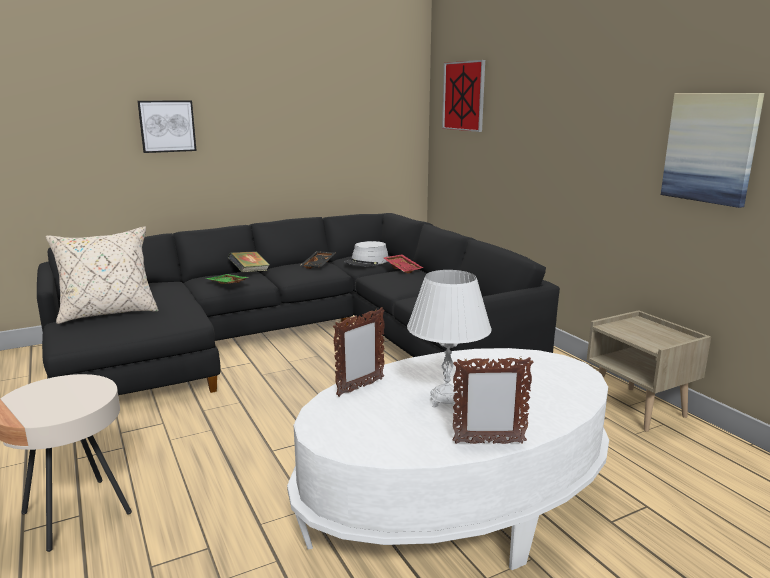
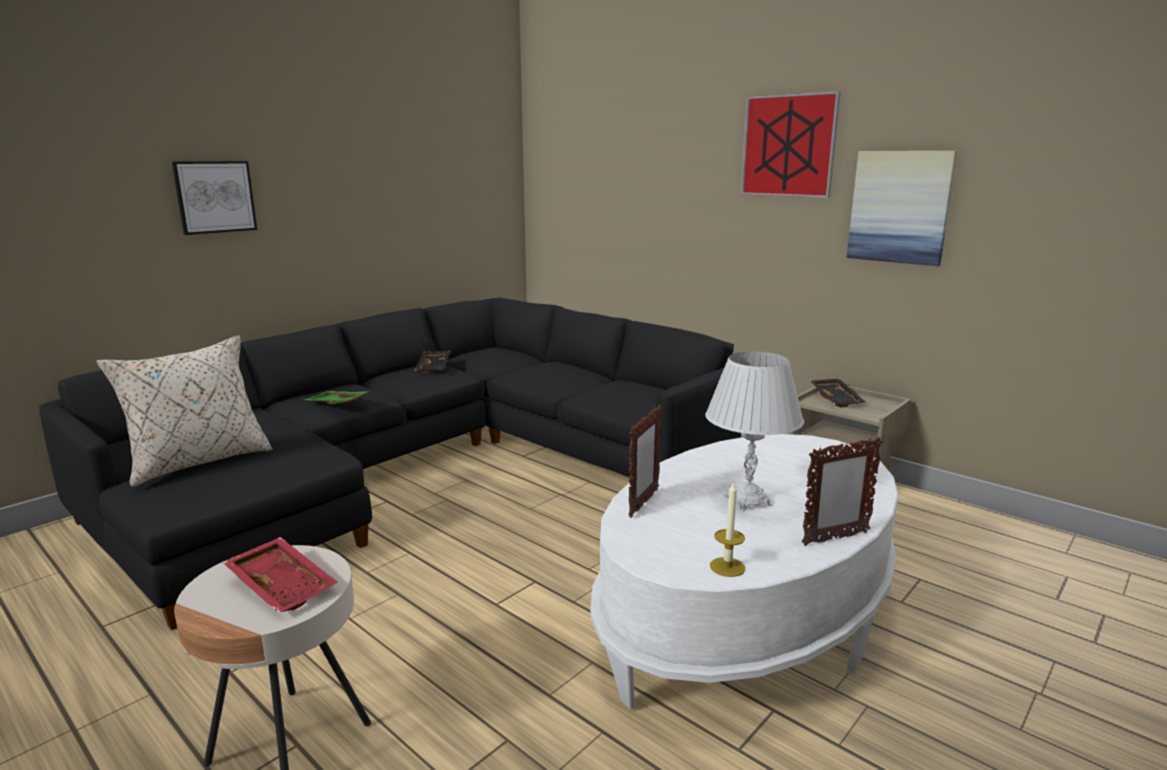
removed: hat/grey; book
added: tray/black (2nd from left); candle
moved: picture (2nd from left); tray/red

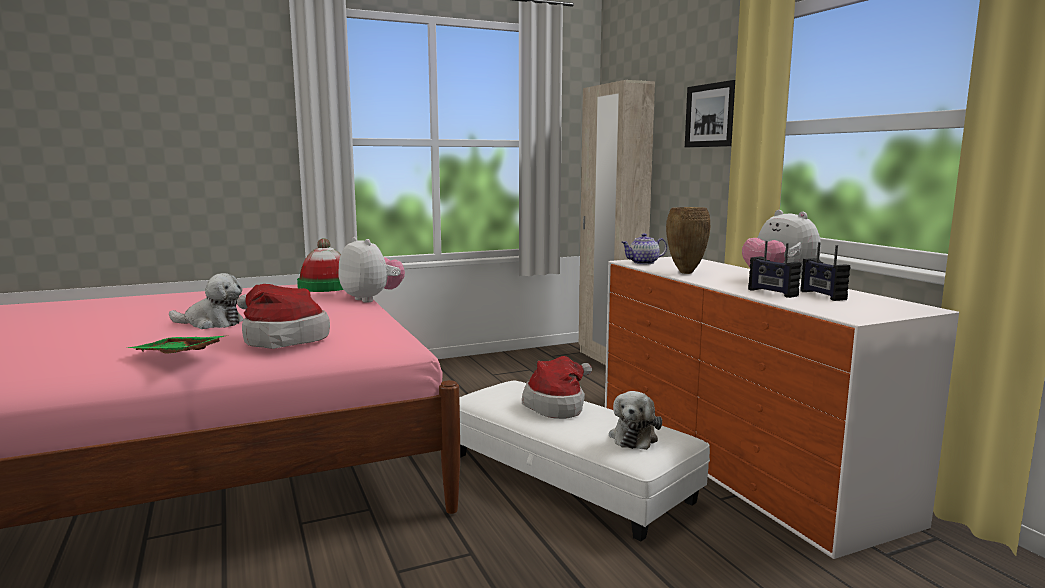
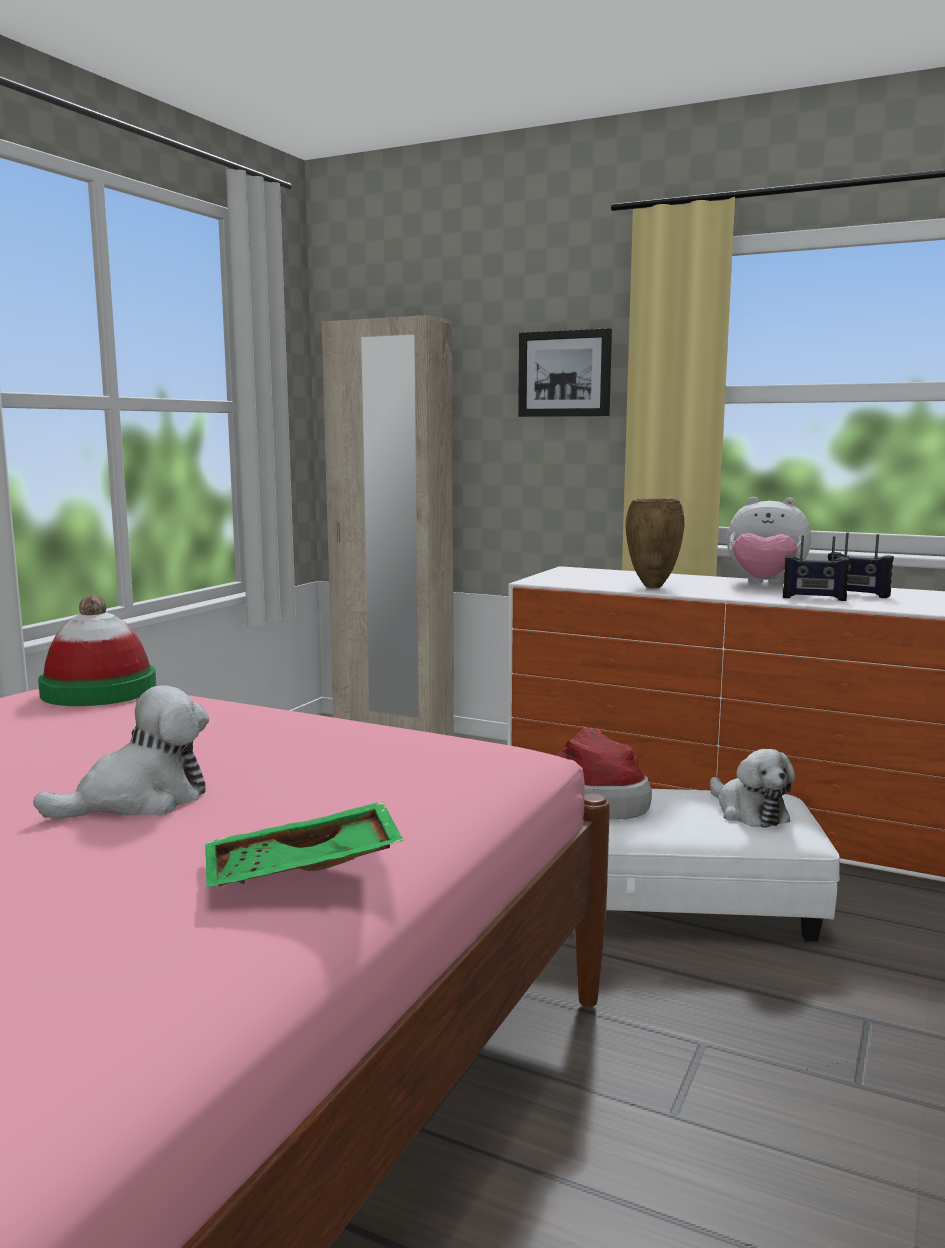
removed: teapot; plush toy (2nd from left); hat (1st from left)

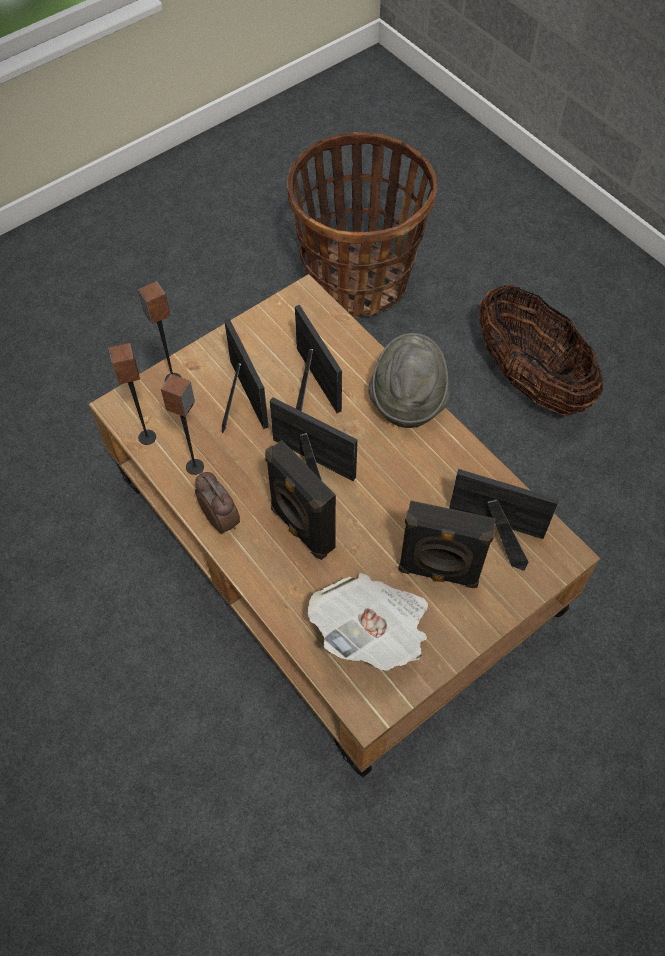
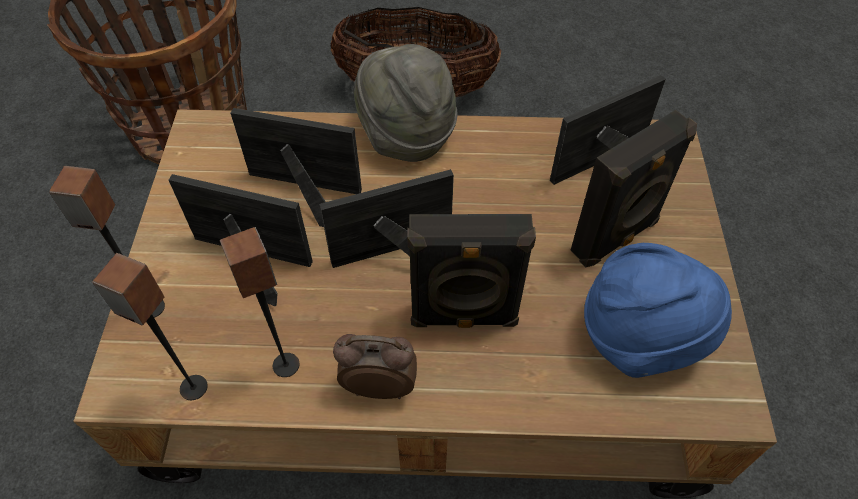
replaced: newspaper to hat/blue

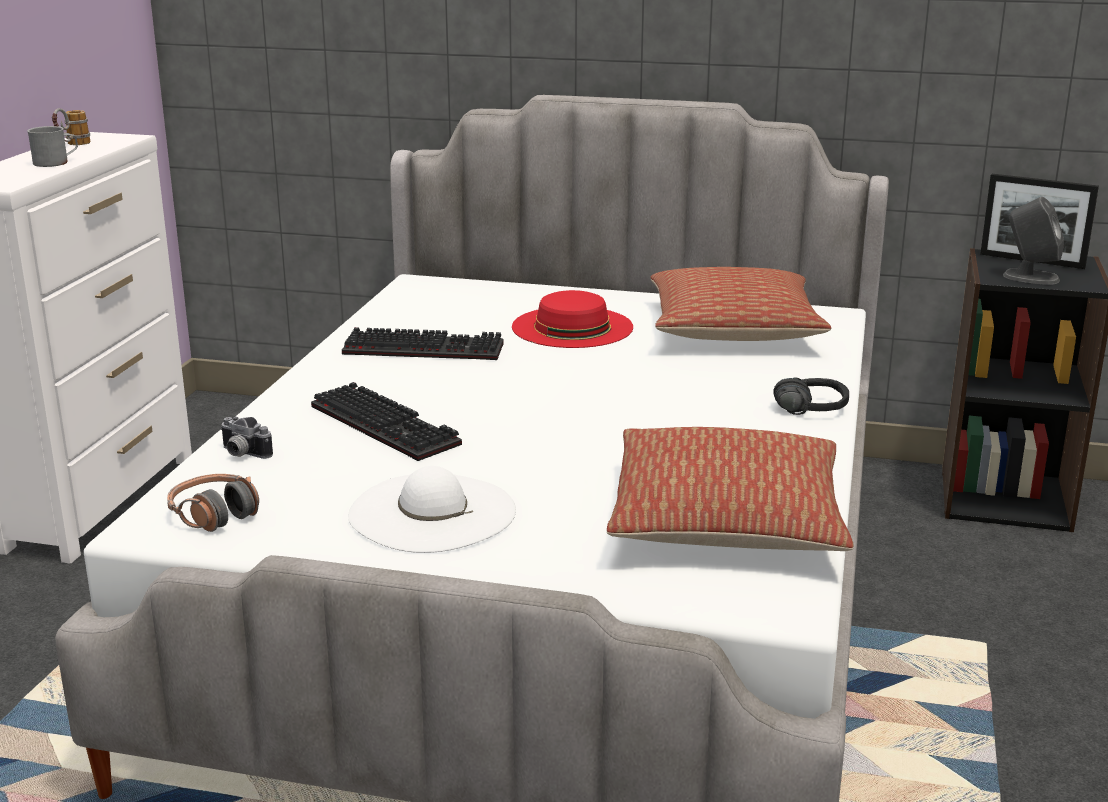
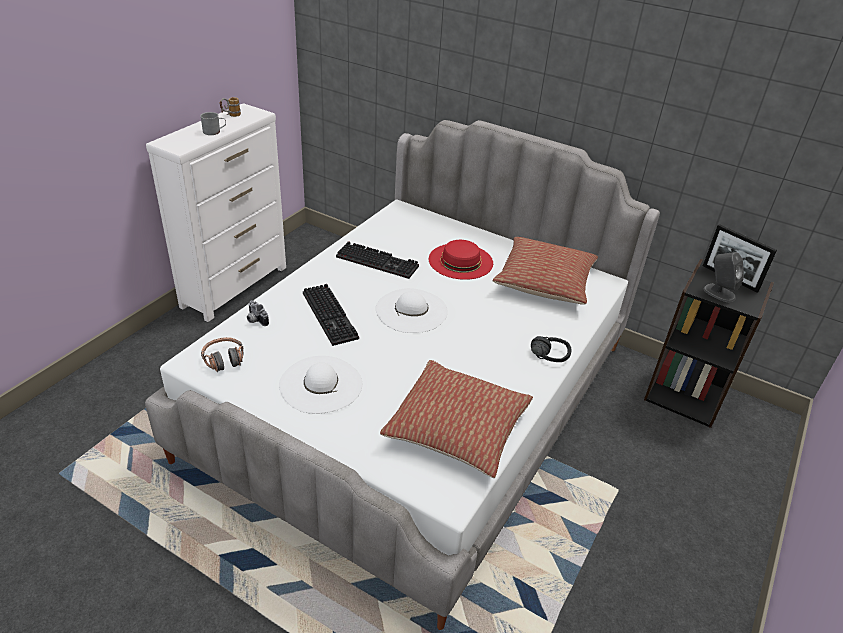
added: hat/white (2nd from left)

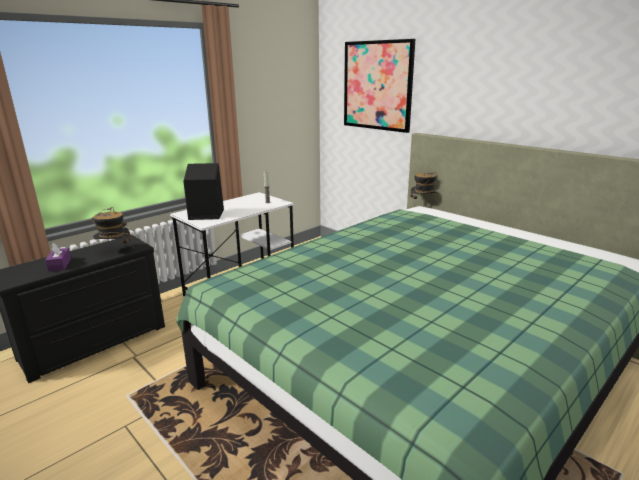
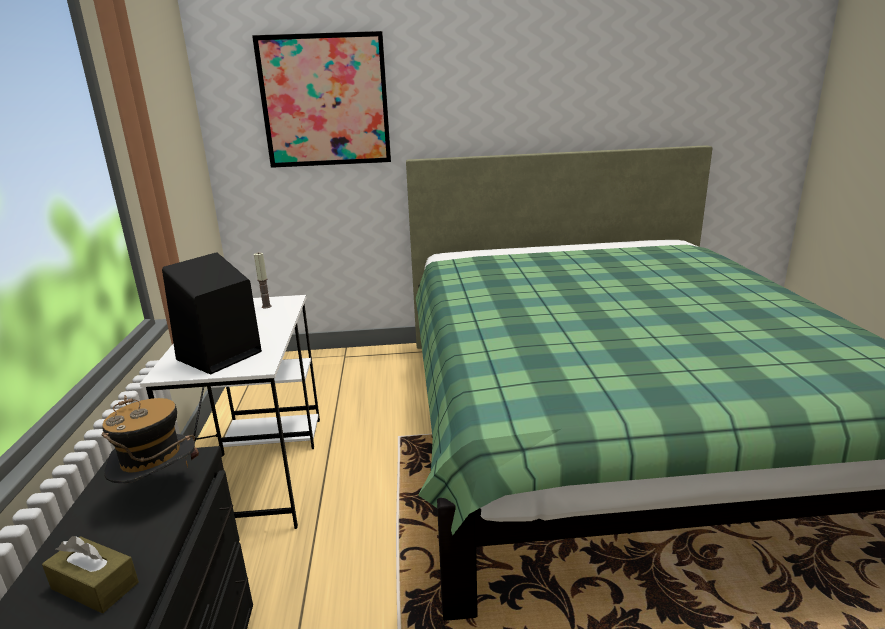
removed: hat (2nd from left)
recoloured: tissue box/purple to tissue box/brown

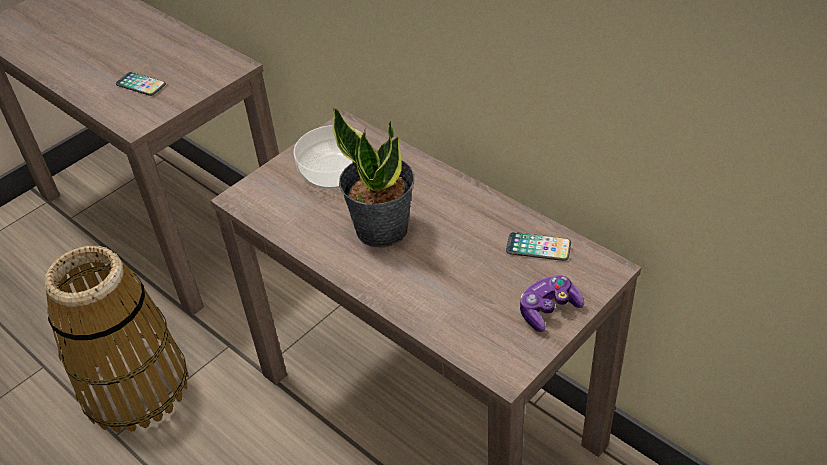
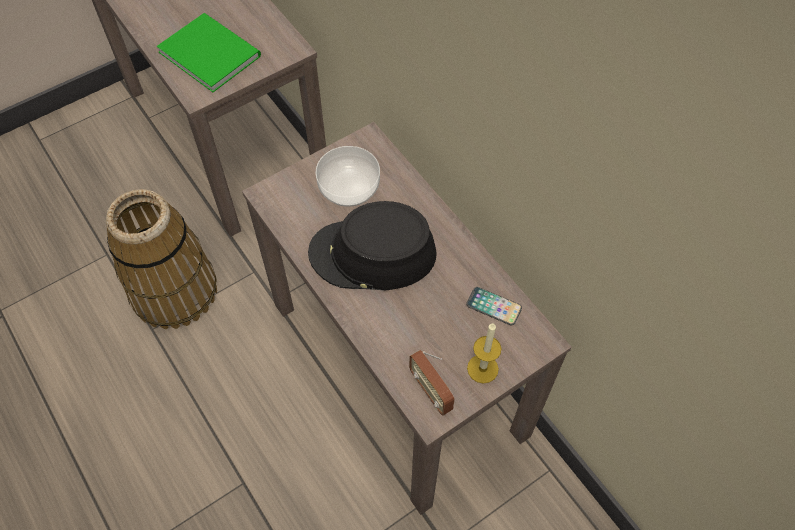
added: radio
replaced: phone (1st from left) to book/green; potted plant to hat/black; game controller to candle

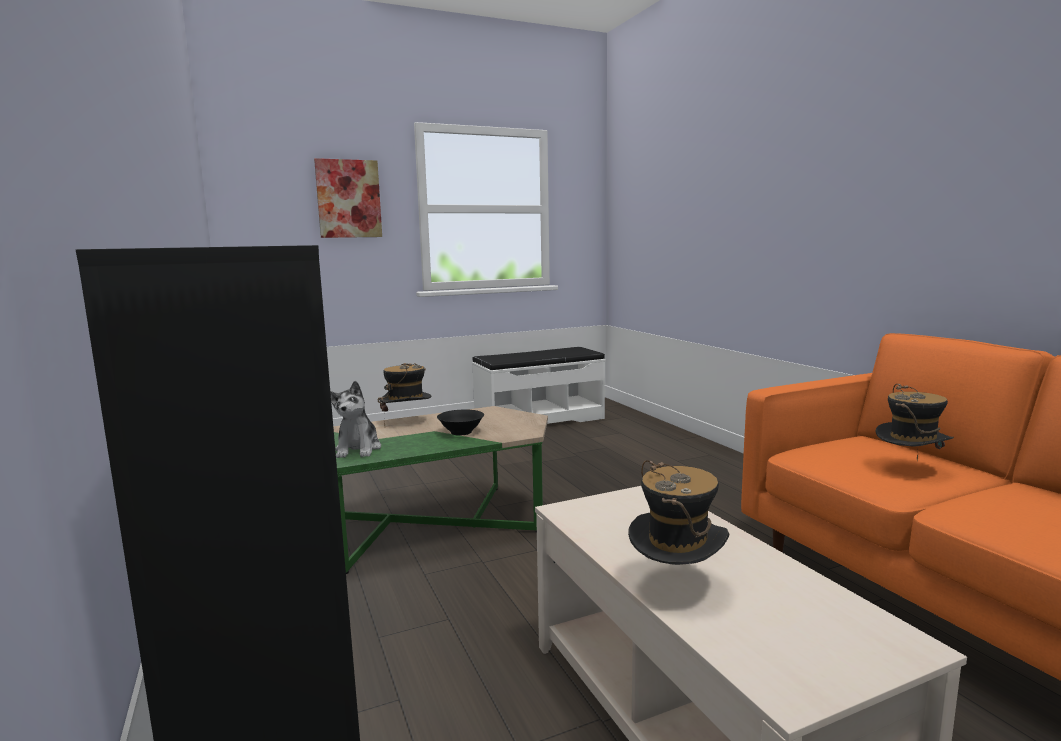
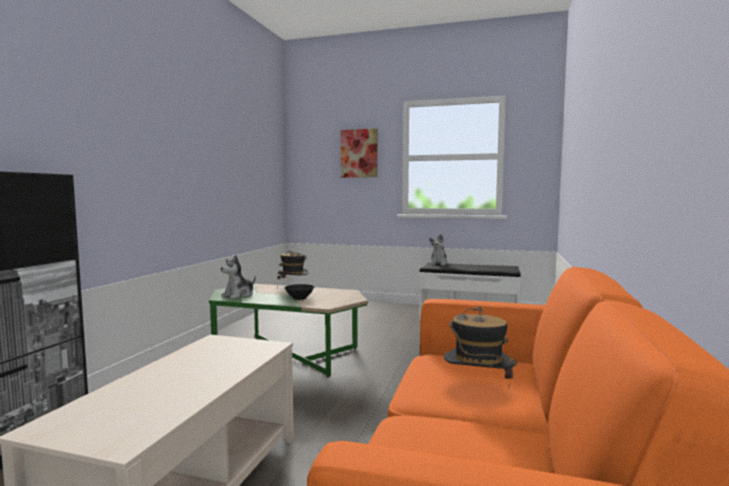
removed: hat (2nd from left)
added: plush toy (2nd from left)

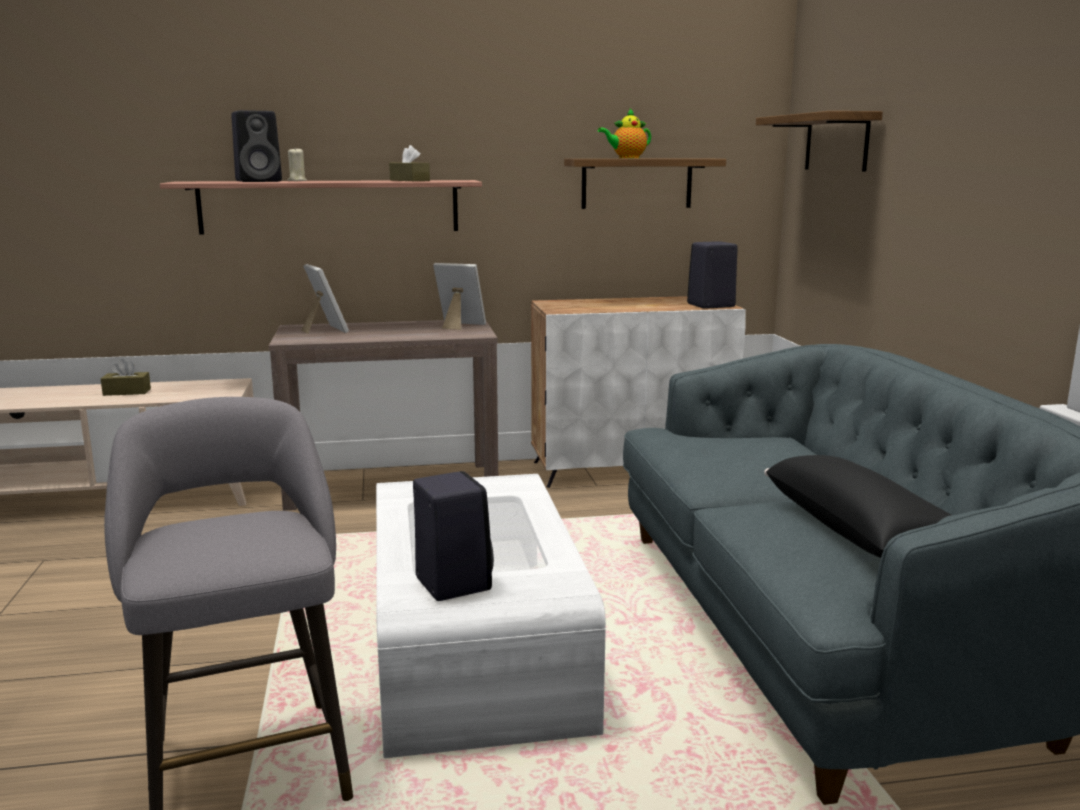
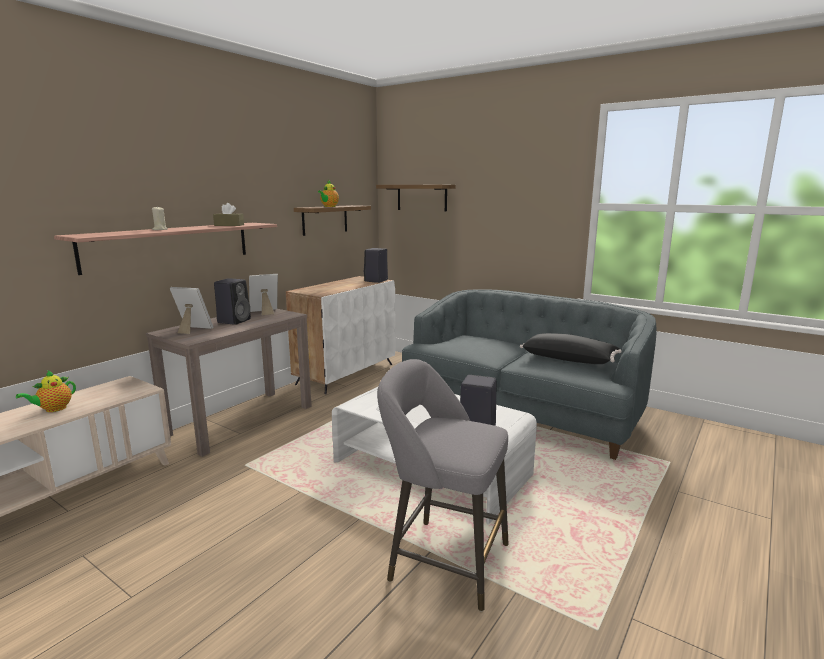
moved: speaker/black (1st from left)
replaced: tissue box/brown (1st from left) to teapot (1st from left)

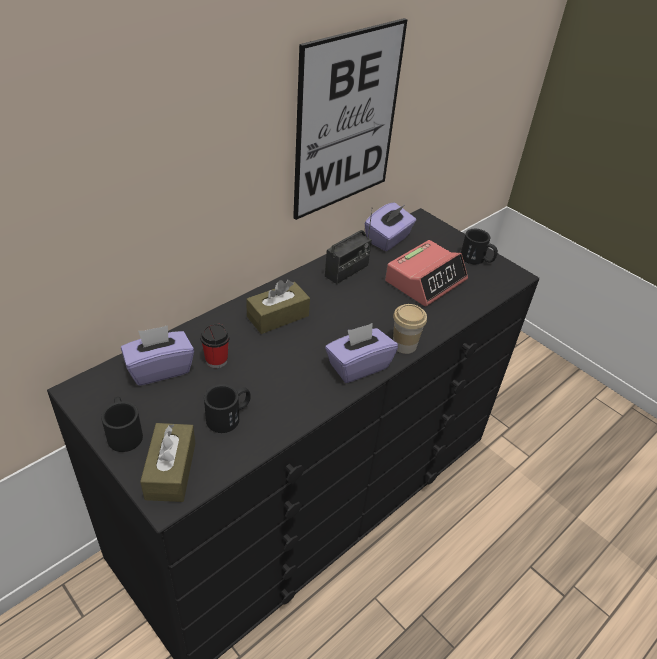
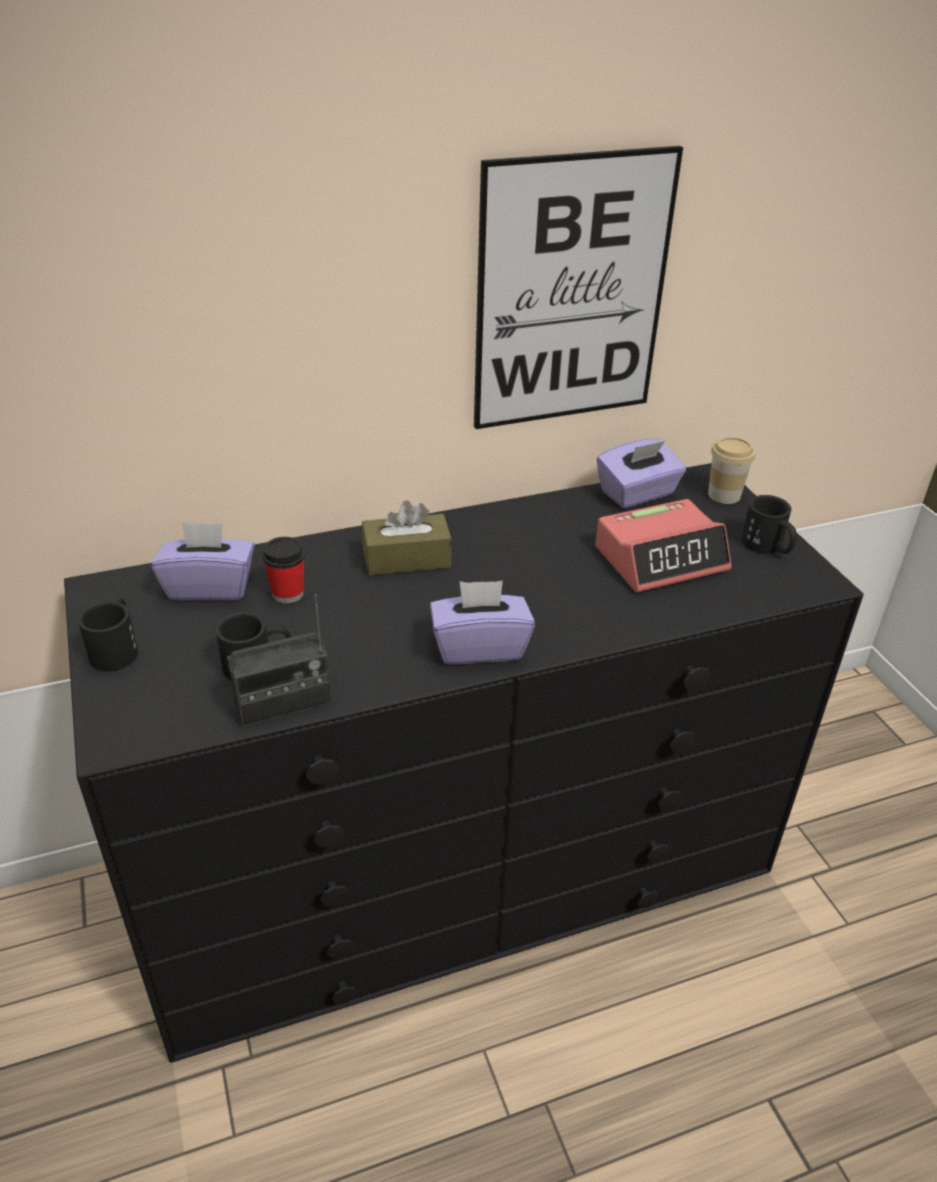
removed: tissue box/brown (1st from left)
moved: radio; cup (2nd from left)

